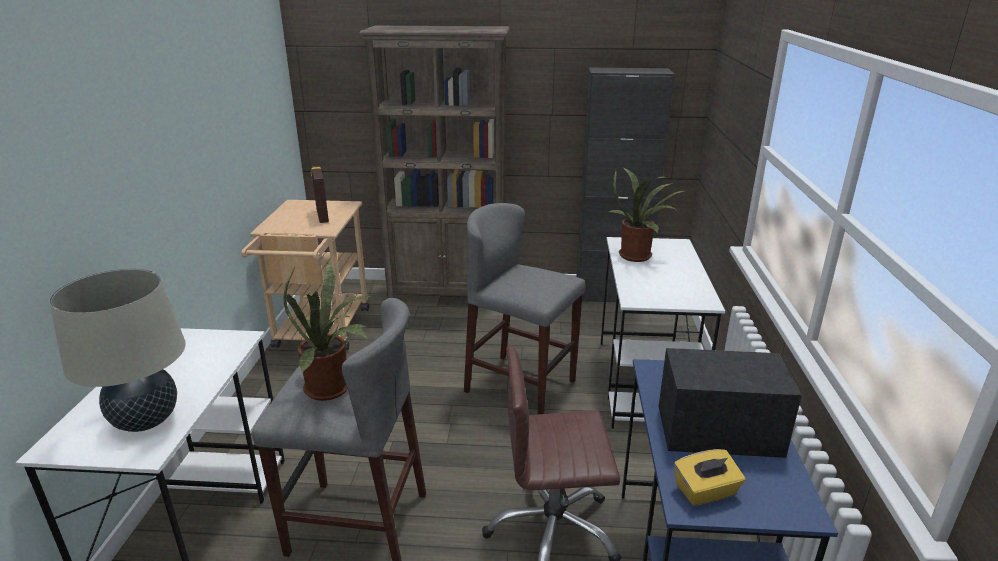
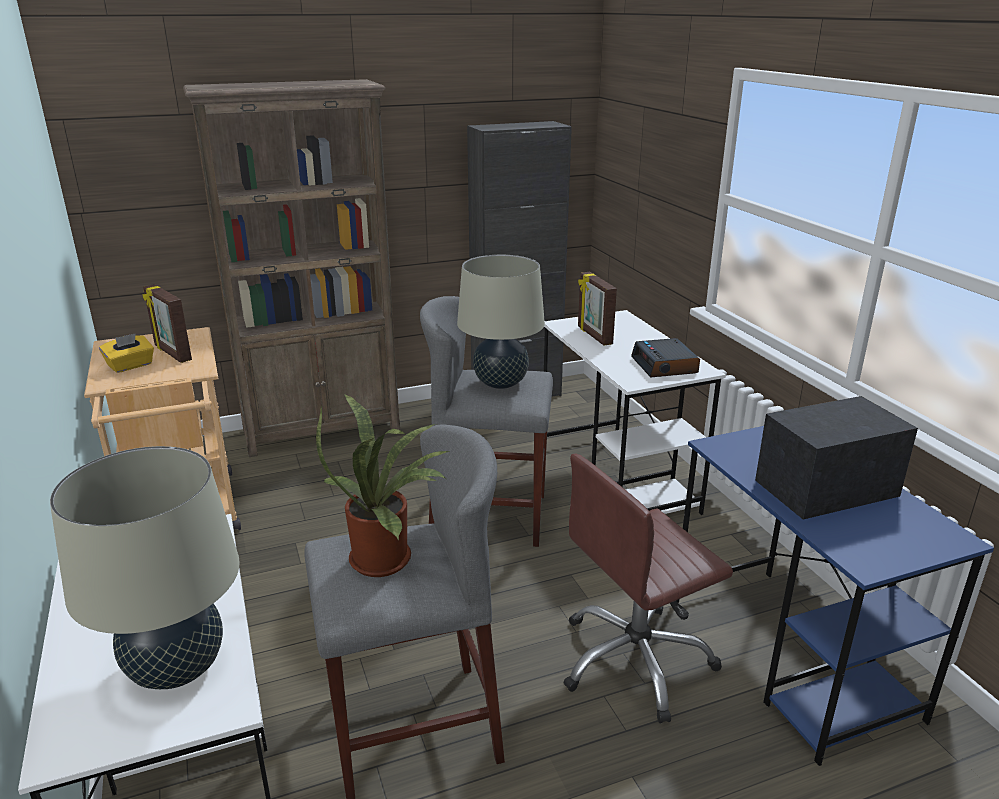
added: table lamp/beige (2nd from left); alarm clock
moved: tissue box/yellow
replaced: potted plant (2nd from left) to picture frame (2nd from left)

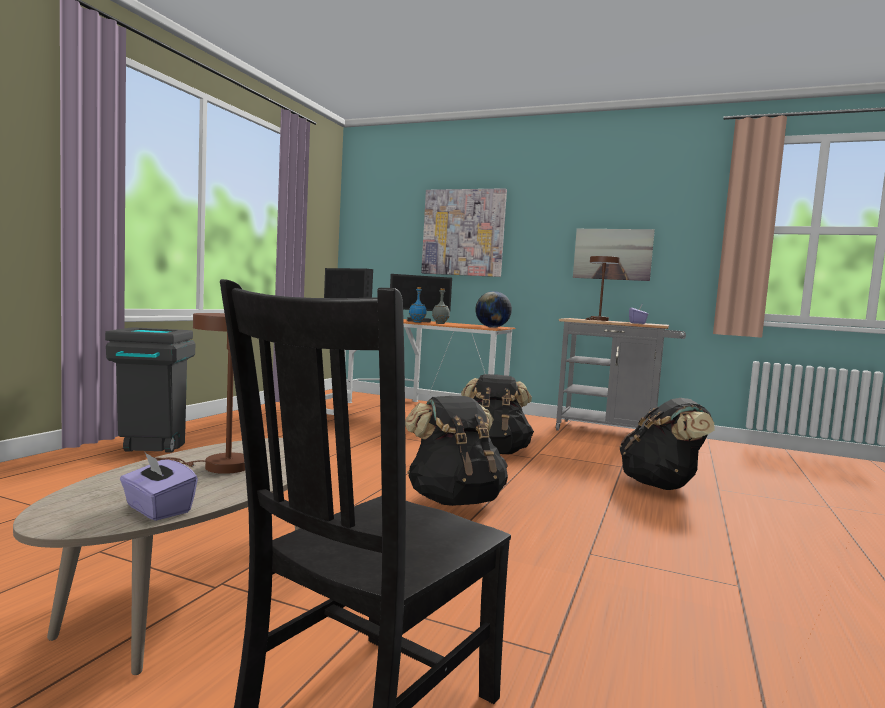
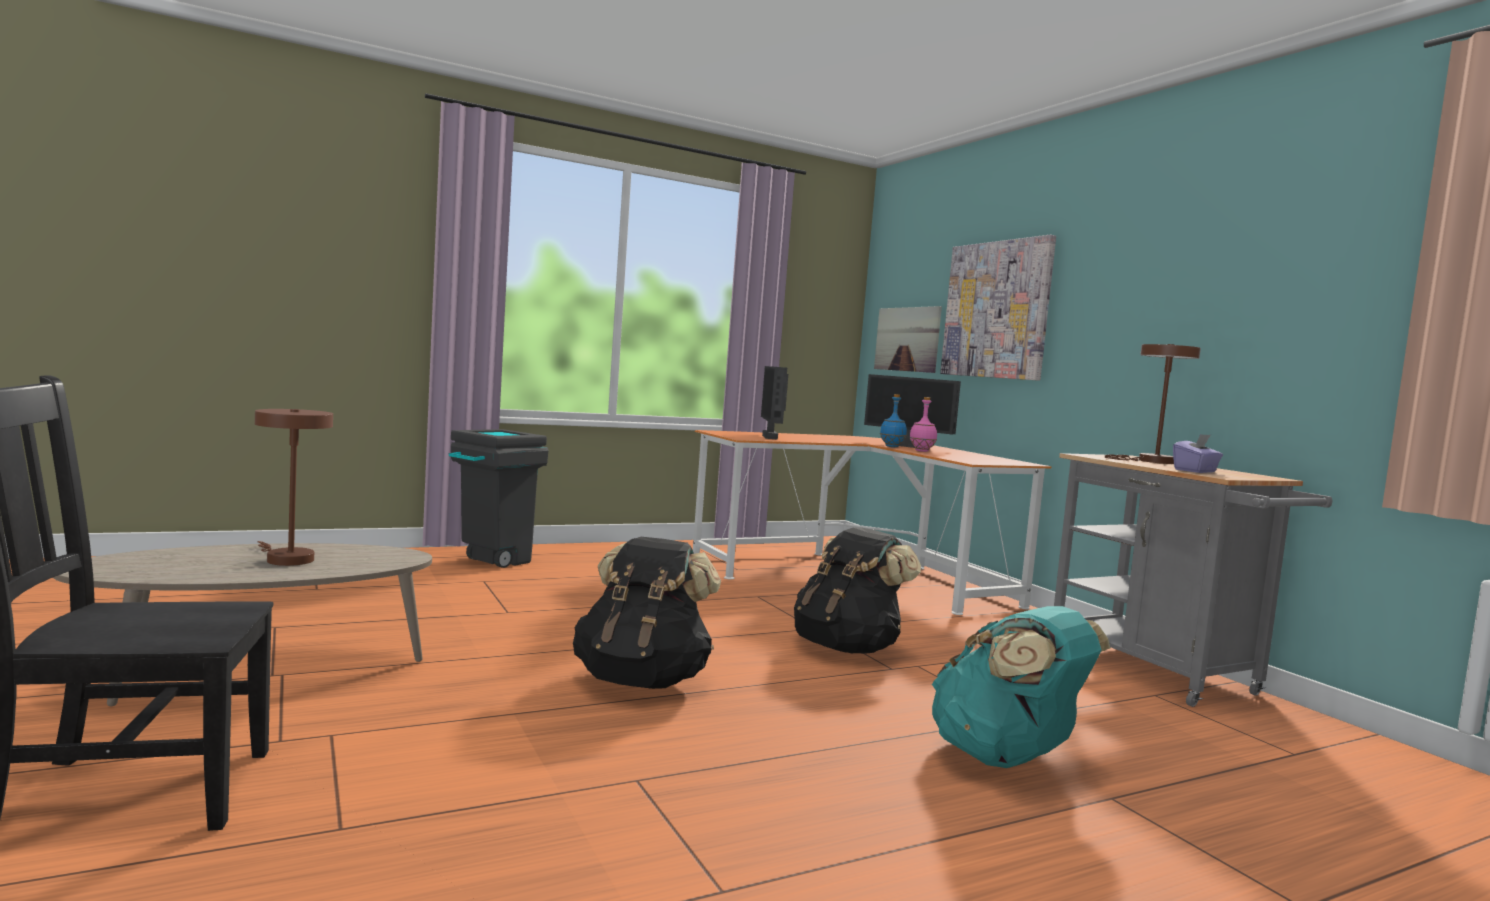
removed: globe; tissue box/purple (1st from left)
moved: picture (2nd from left in the first image) to picture (1st from left)
recoloured: bottle/grey to bottle/pink; backpack/black (3rd from left) to backpack/turquoise

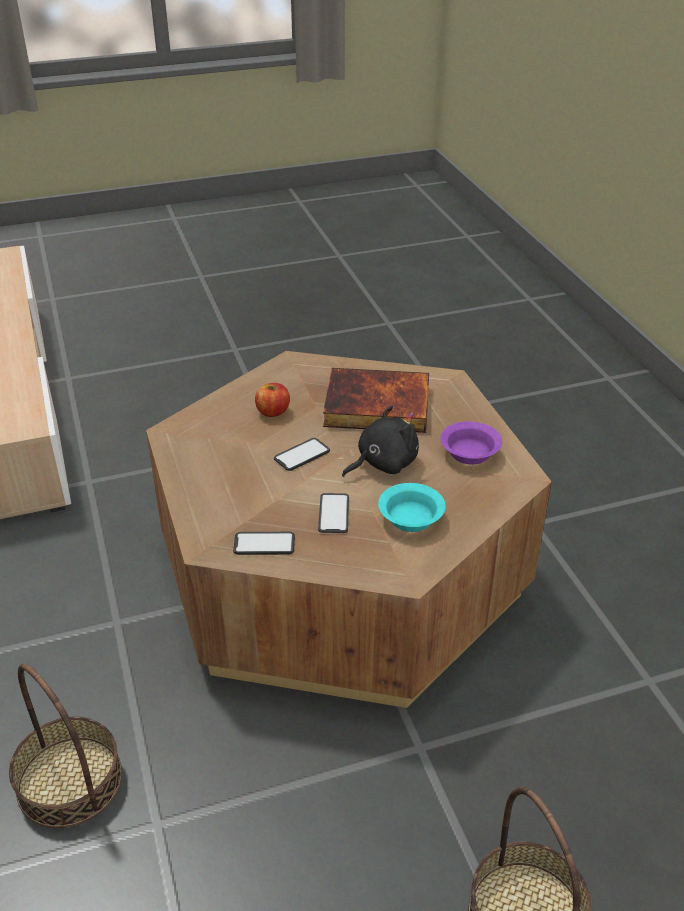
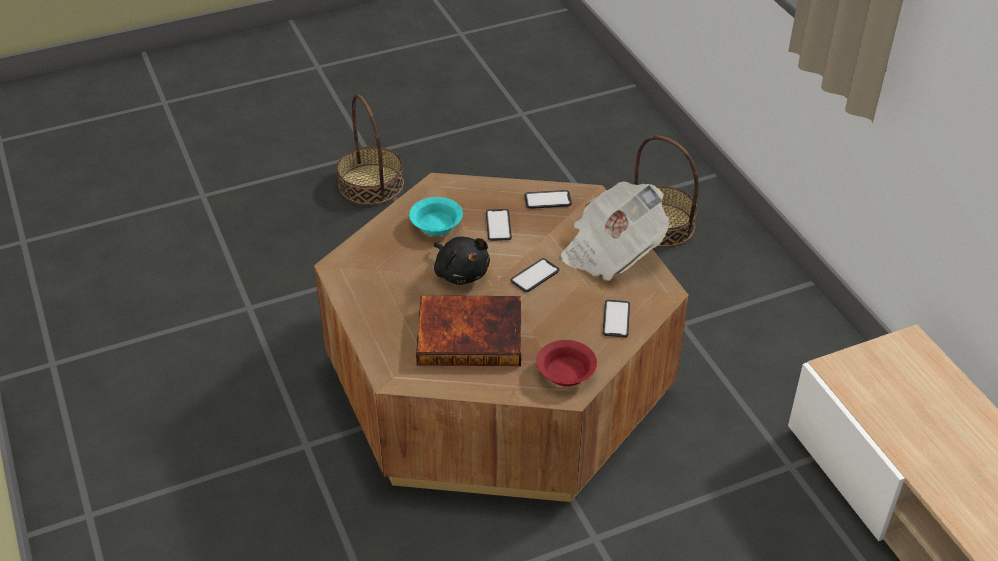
removed: apple; bowl/purple
added: newspaper; phone (4th from left); bowl/red
turned: plush toy/black 90 degrees counterclockwise

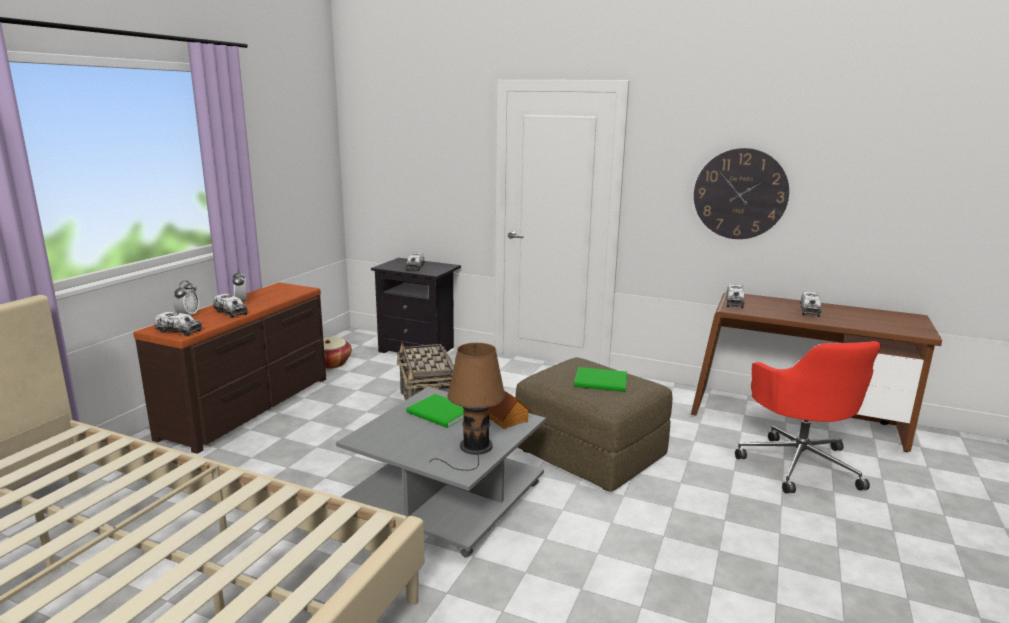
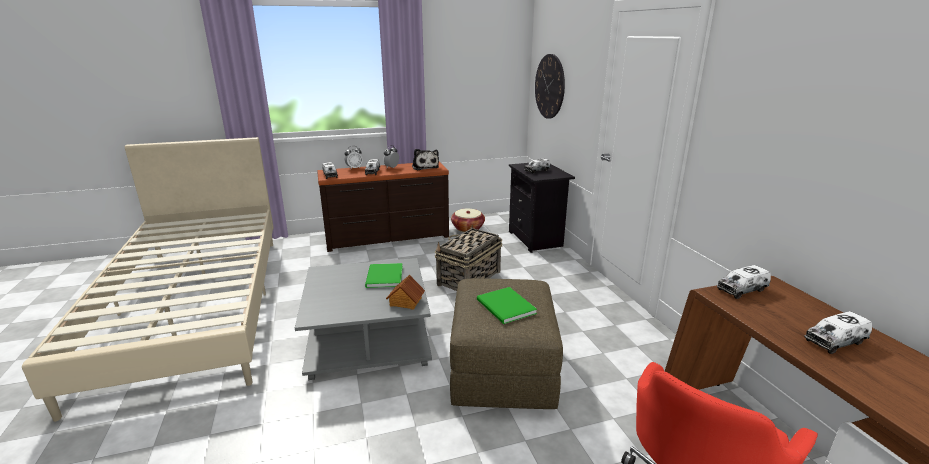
removed: table lamp/brown
added: plush toy
moved: wall clock

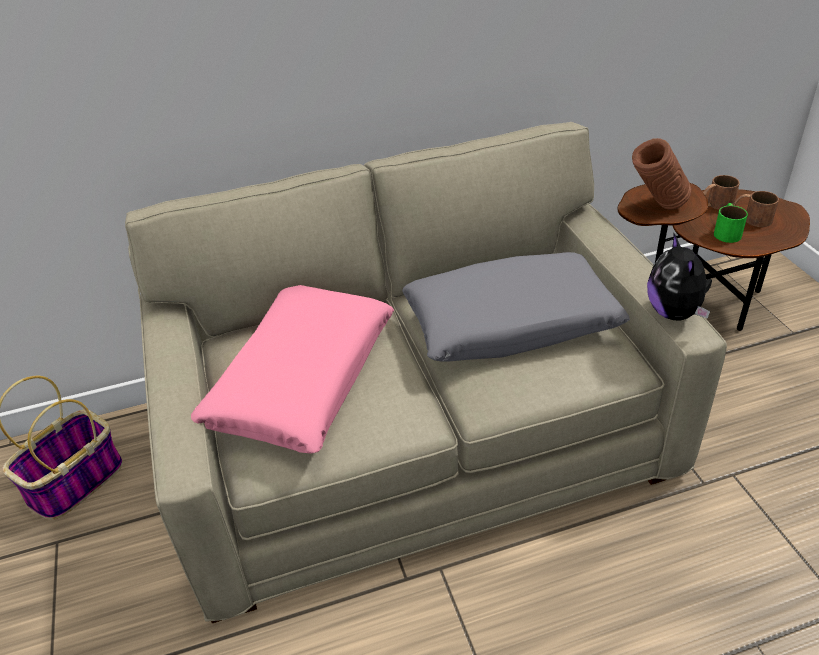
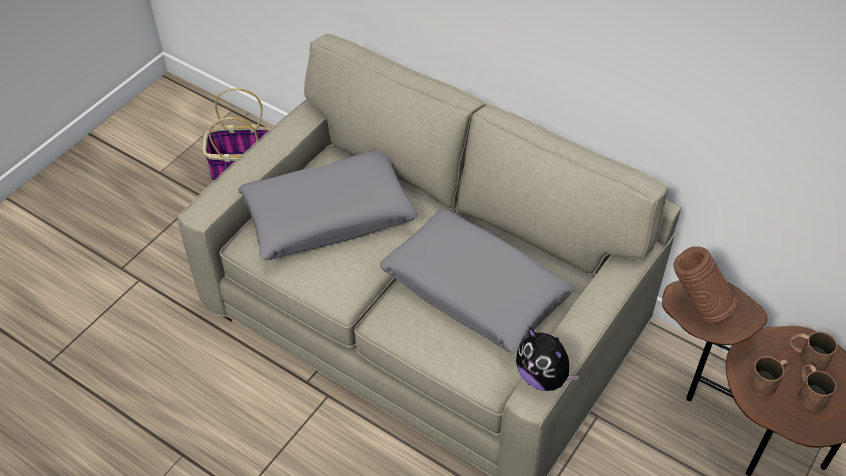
recoloured: mug/green to mug/brown (1st from left); pillow/pink to pillow/grey (1st from left)
turned: plush toy 90 degrees counterclockwise

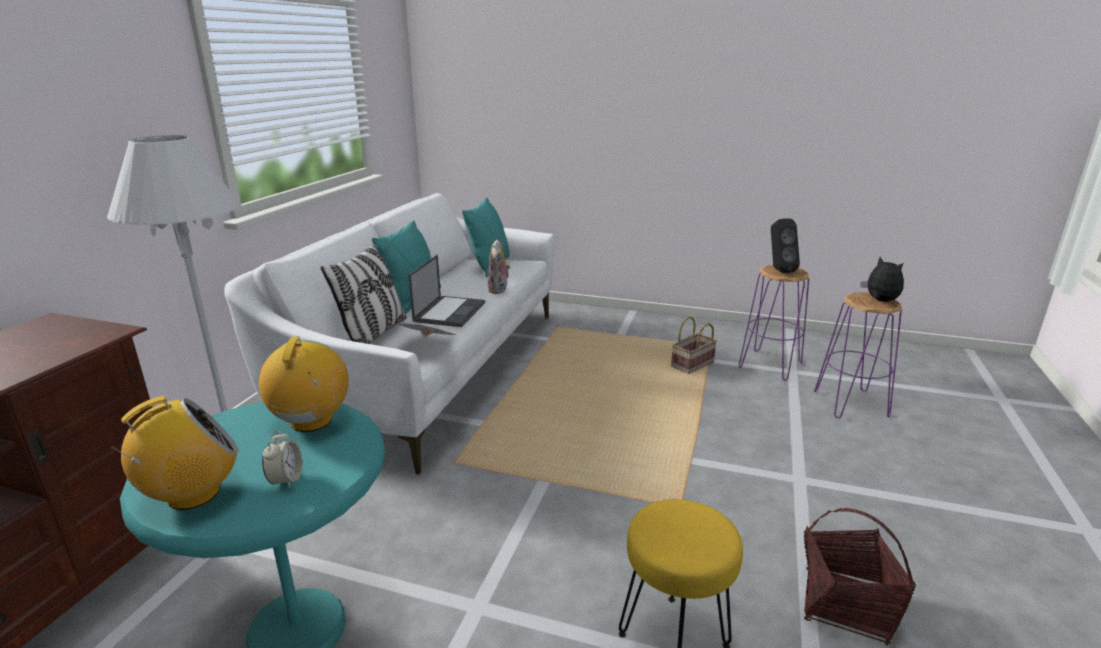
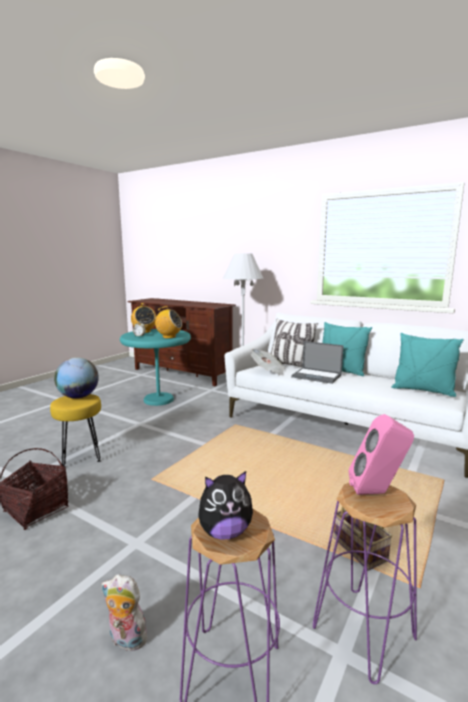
added: globe
moved: plush toy (1st from left)
recoloured: speaker/black to speaker/pink

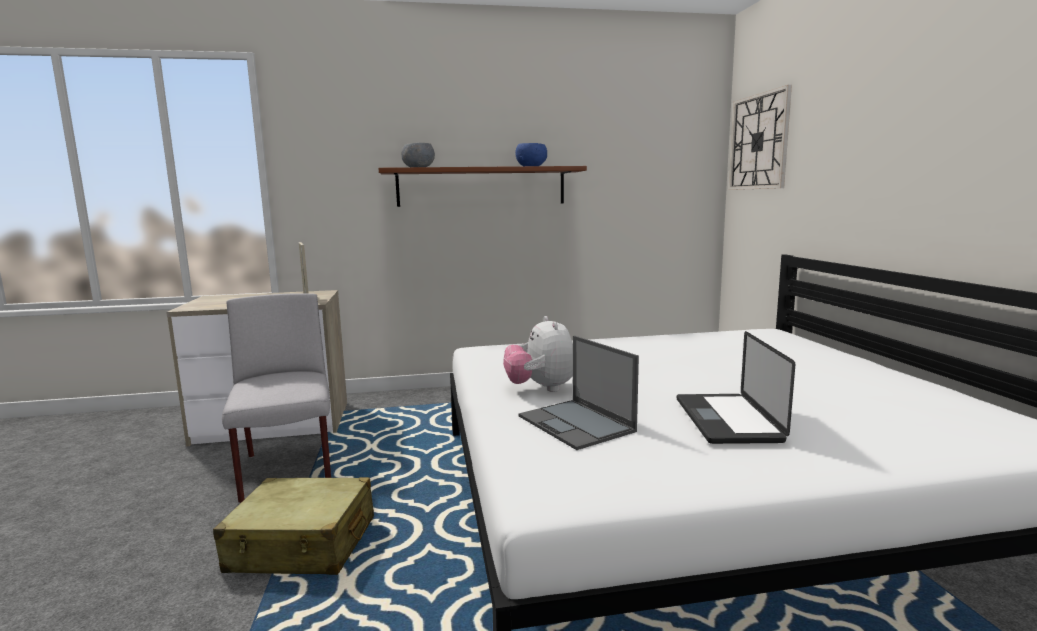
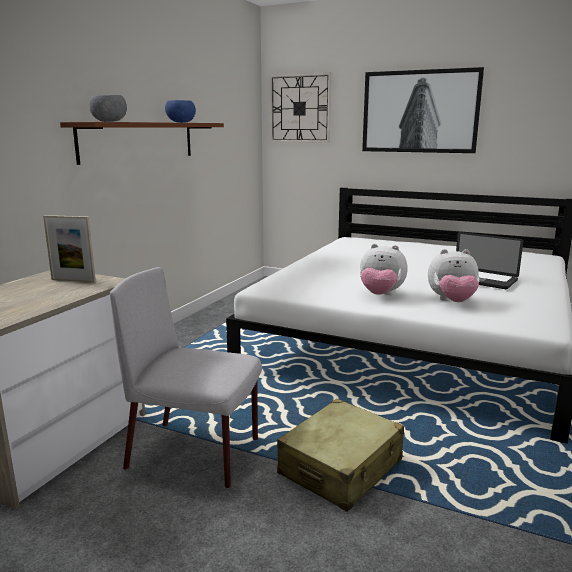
added: picture
replaced: laptop (1st from left) to plush toy (2nd from left)

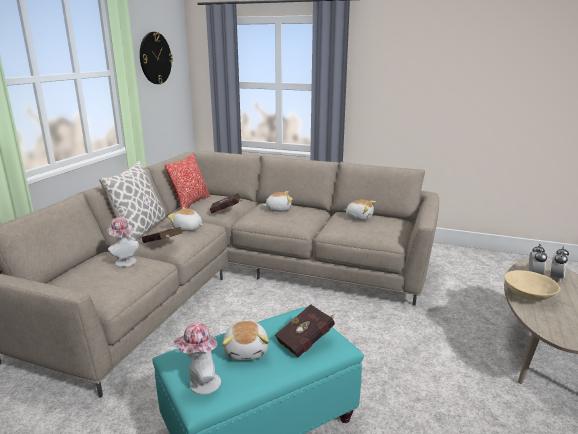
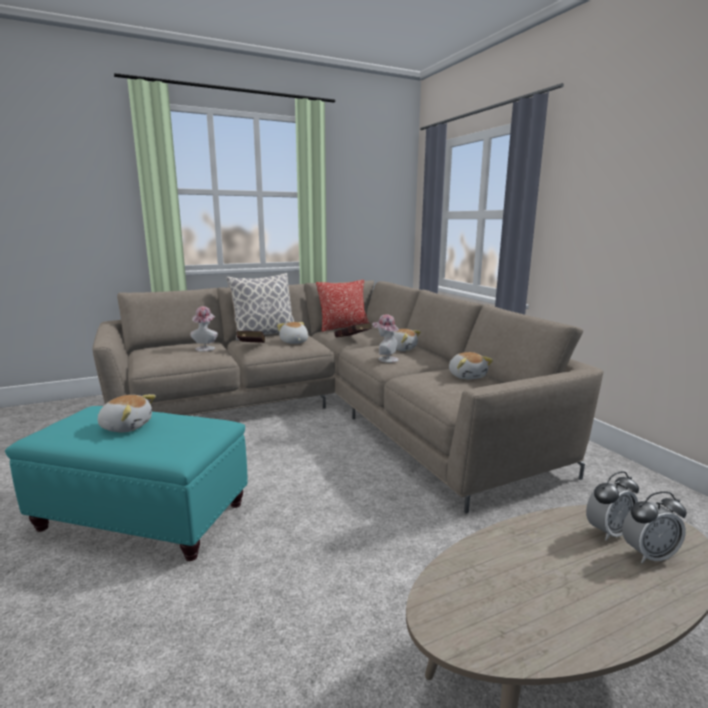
removed: wall clock; bowl/beige; book/red (3rd from left)
moved: hat (2nd from left)
turned: plush toy (2nd from left in the first image) 120 degrees counterclockwise

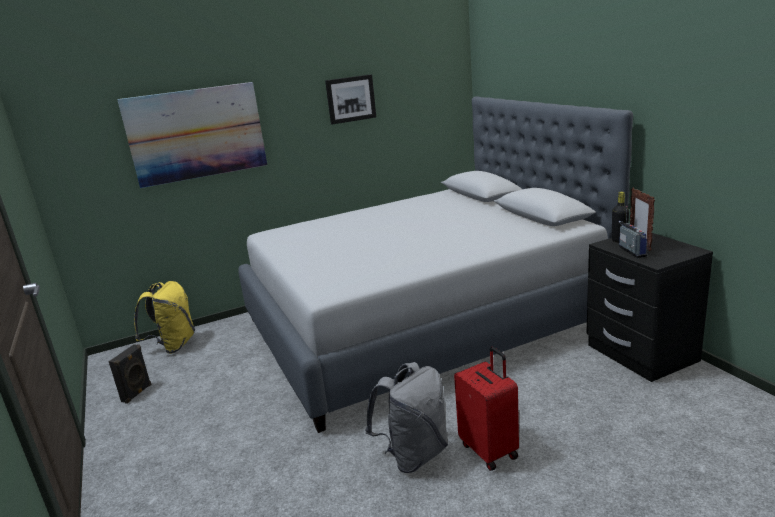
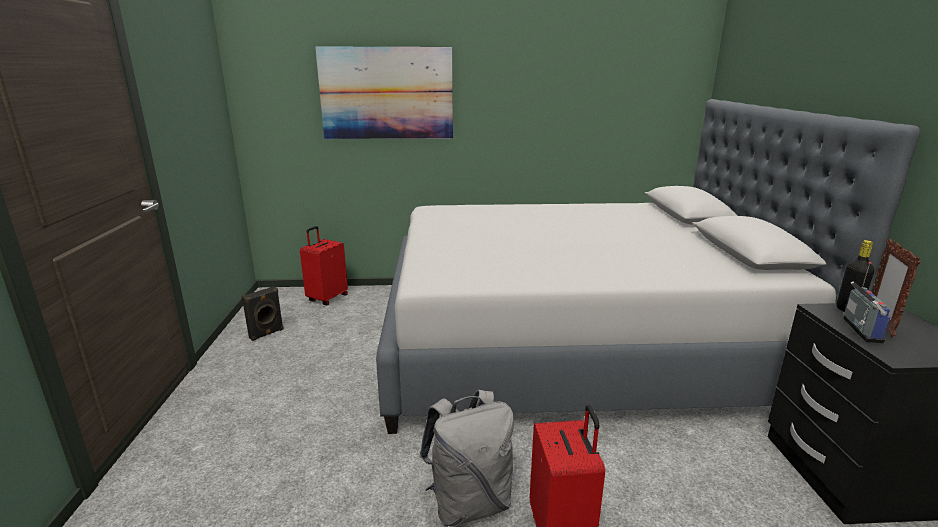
removed: picture (2nd from left)
replaced: backpack/yellow to suitcase/red (1st from left)

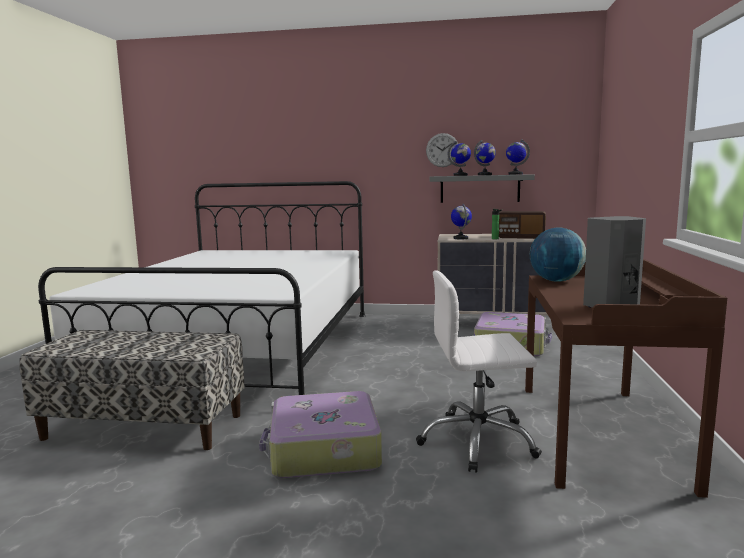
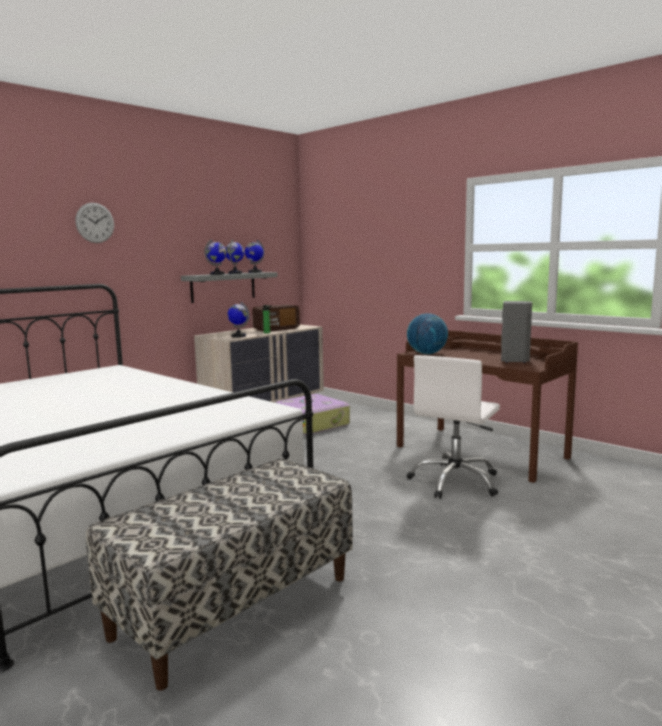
removed: suitcase (1st from left)
moved: wall clock

